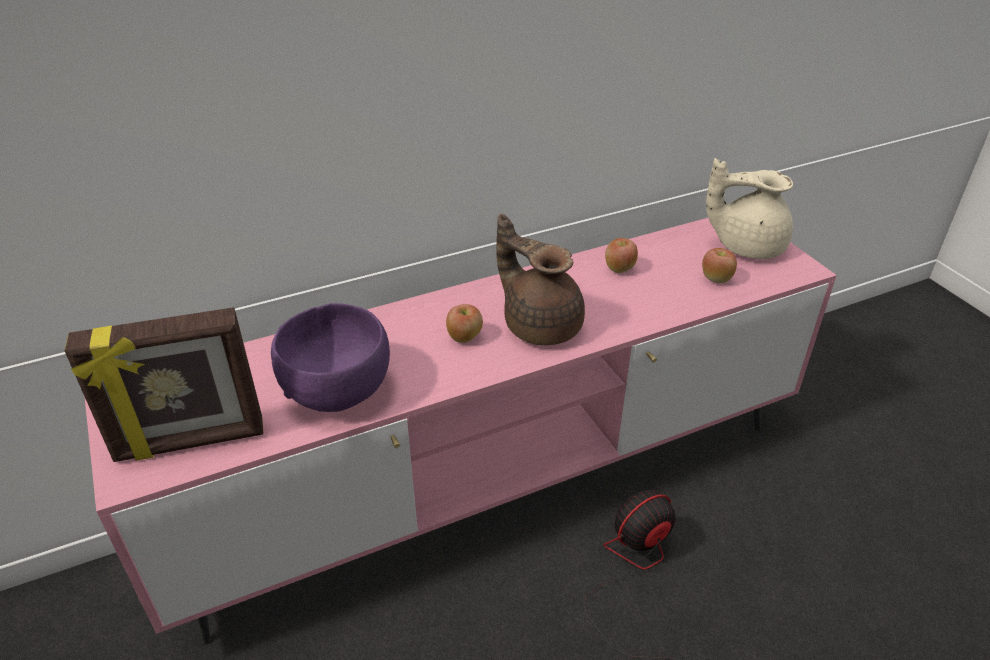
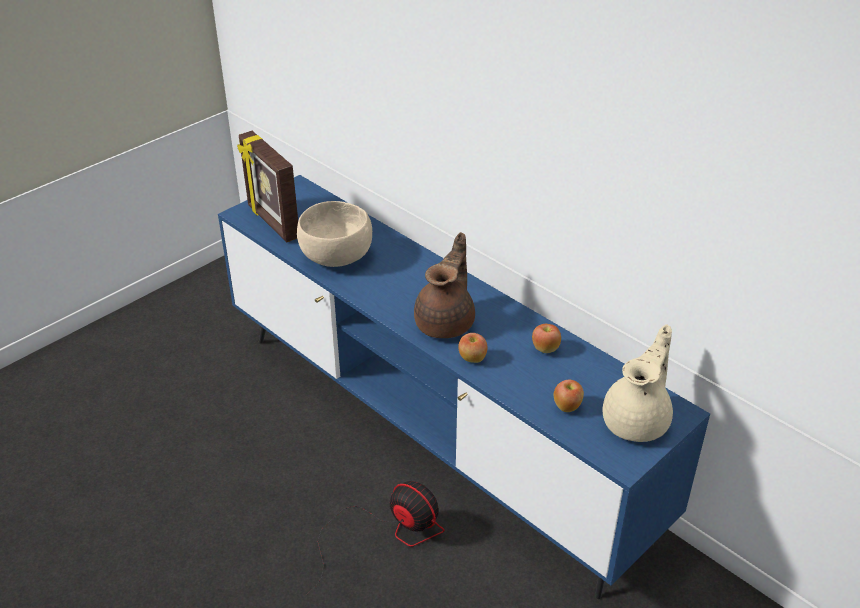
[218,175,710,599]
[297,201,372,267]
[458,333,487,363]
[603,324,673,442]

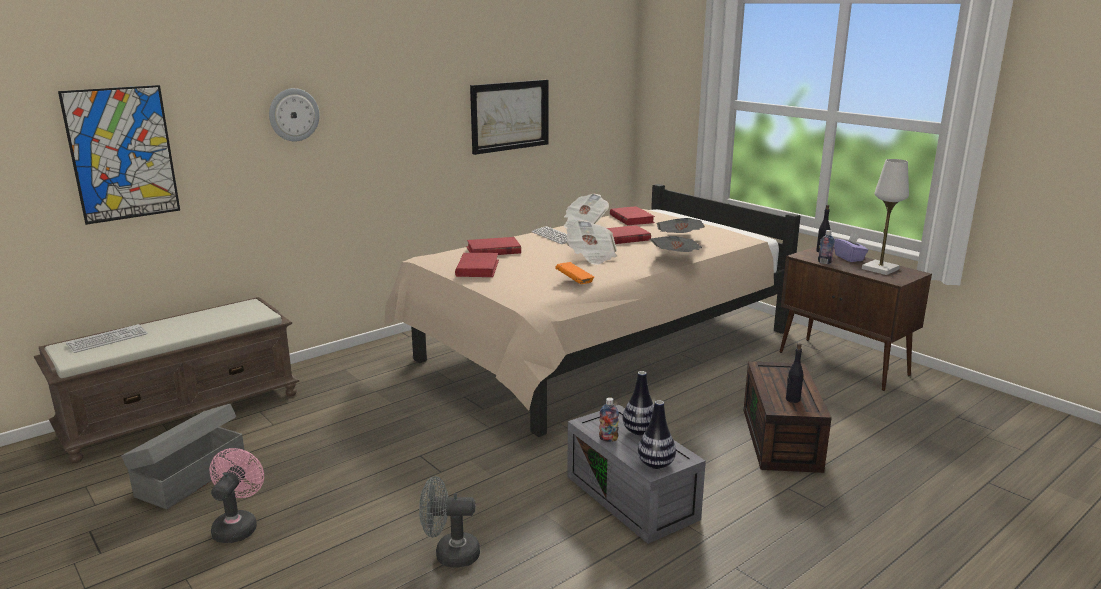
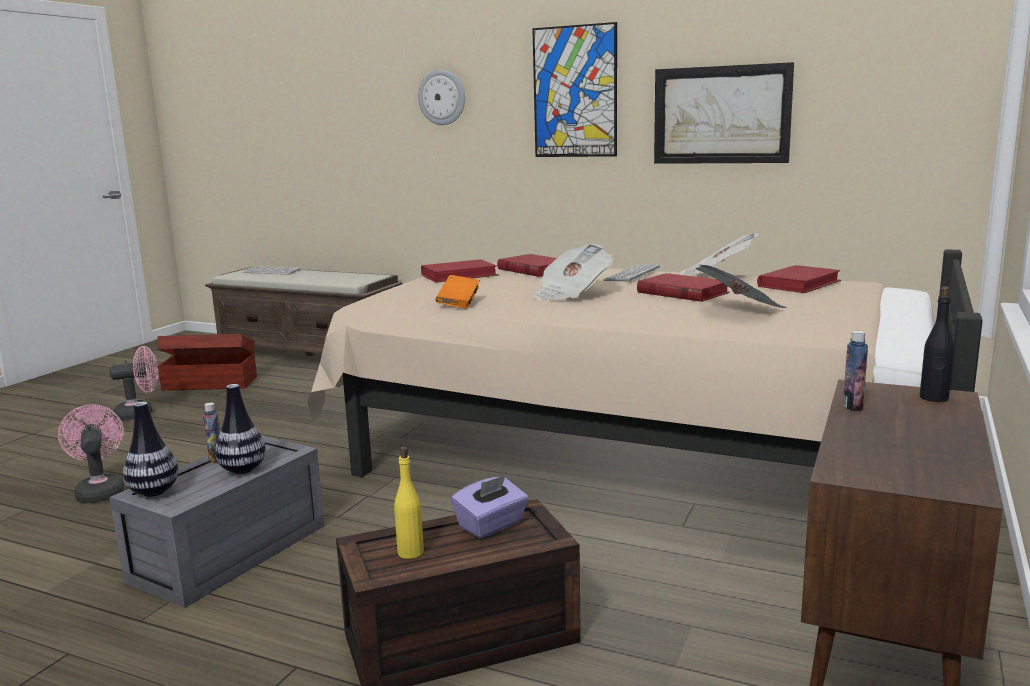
[58,404,124,503]
[157,334,257,391]
[394,447,424,559]
[451,475,529,538]
[532,22,617,157]
[649,236,702,252] (first image)
[862,159,909,275] (first image)

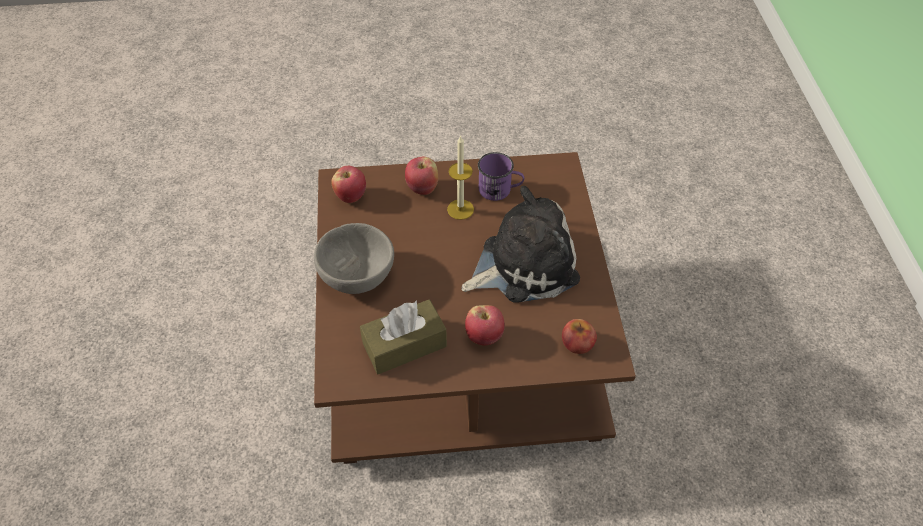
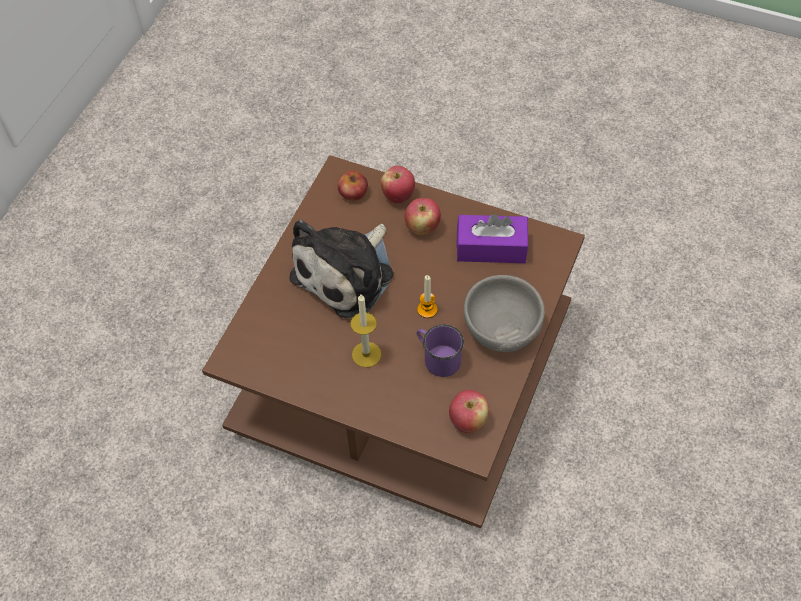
[290,220,393,318]
[381,166,415,203]
[417,275,437,318]
[417,324,464,377]
[456,214,528,263]

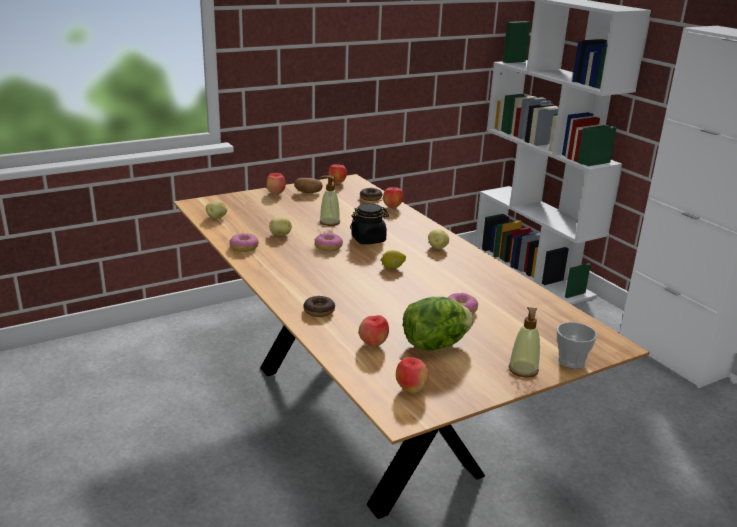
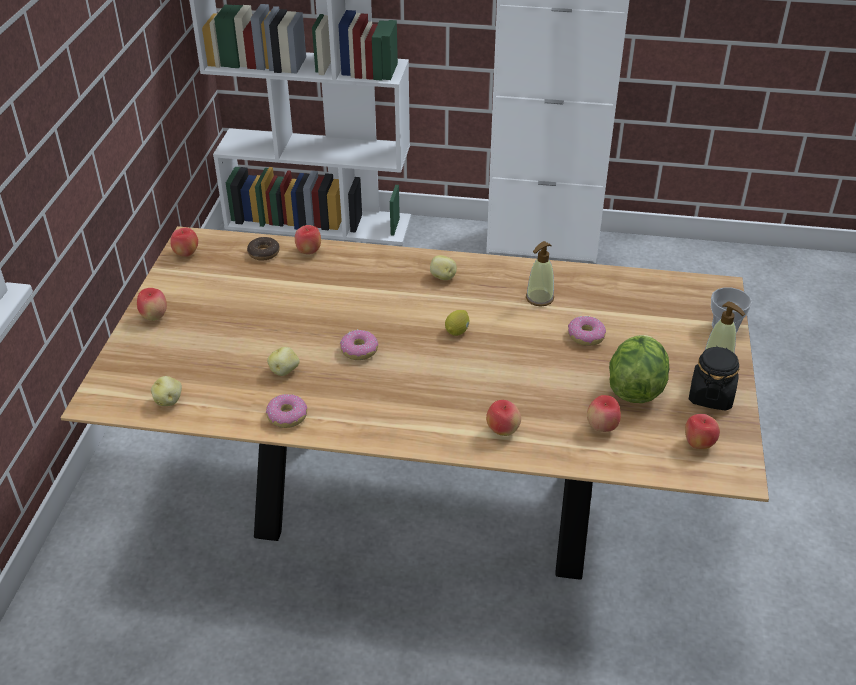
[486,400,521,436]
[526,241,554,306]
[689,346,739,411]
[294,178,323,193] (first image)

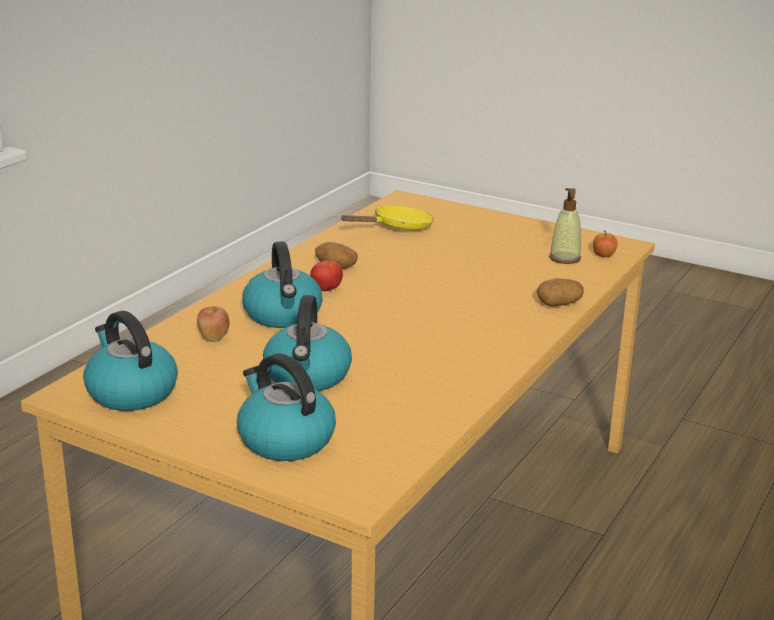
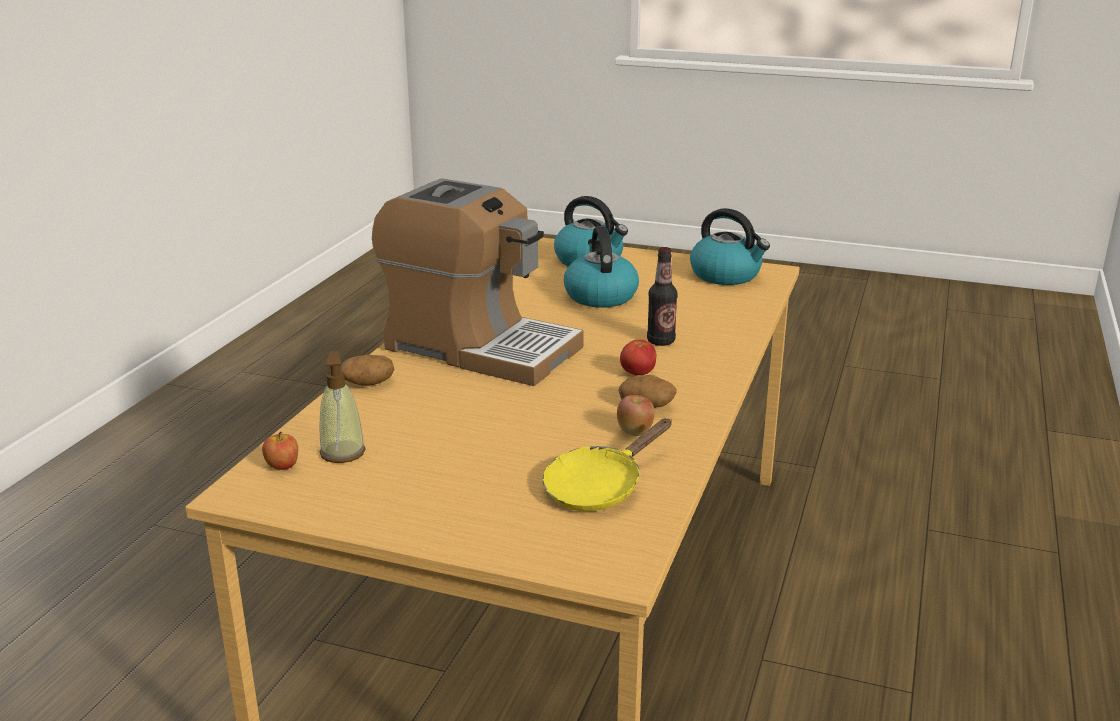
[372,178,584,386]
[617,395,655,436]
[647,247,678,346]

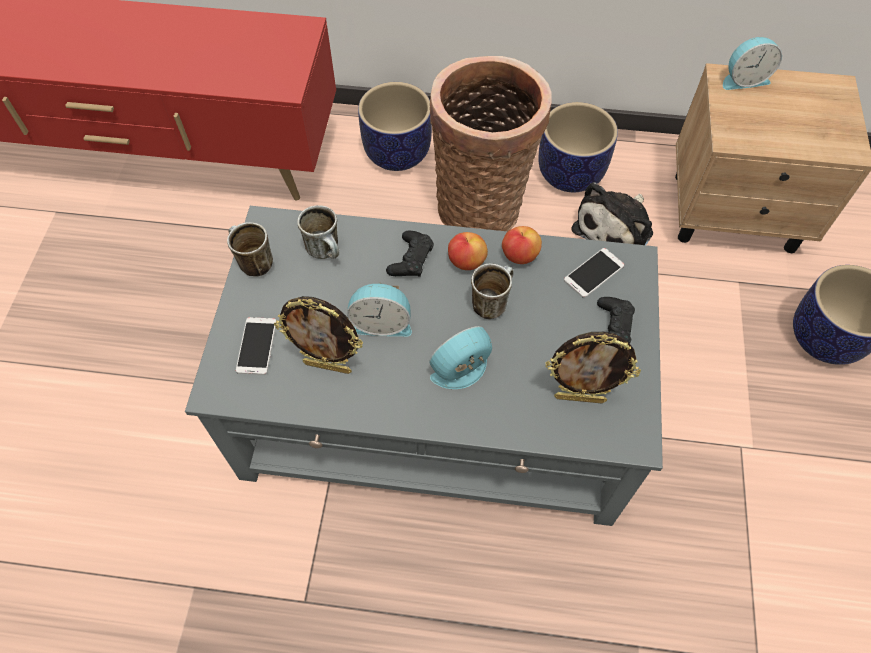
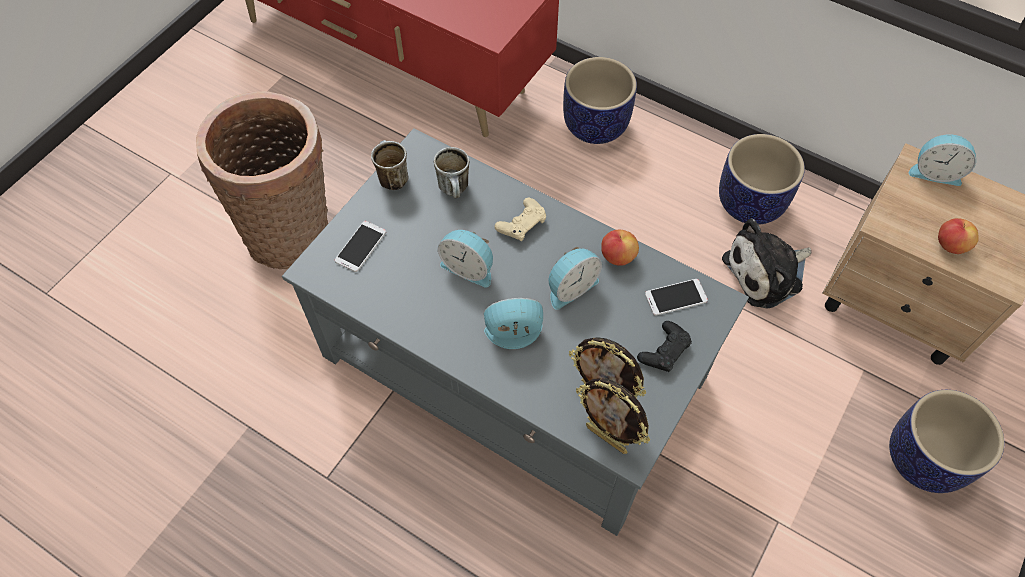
[196,91,328,269]
[495,198,546,241]
[549,247,602,310]
[576,378,650,454]
[938,218,979,254]

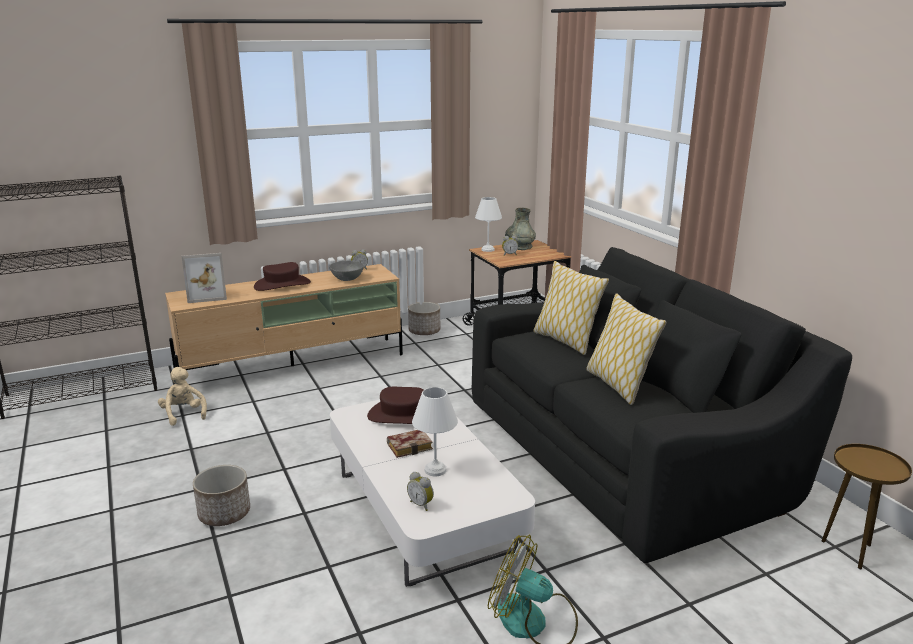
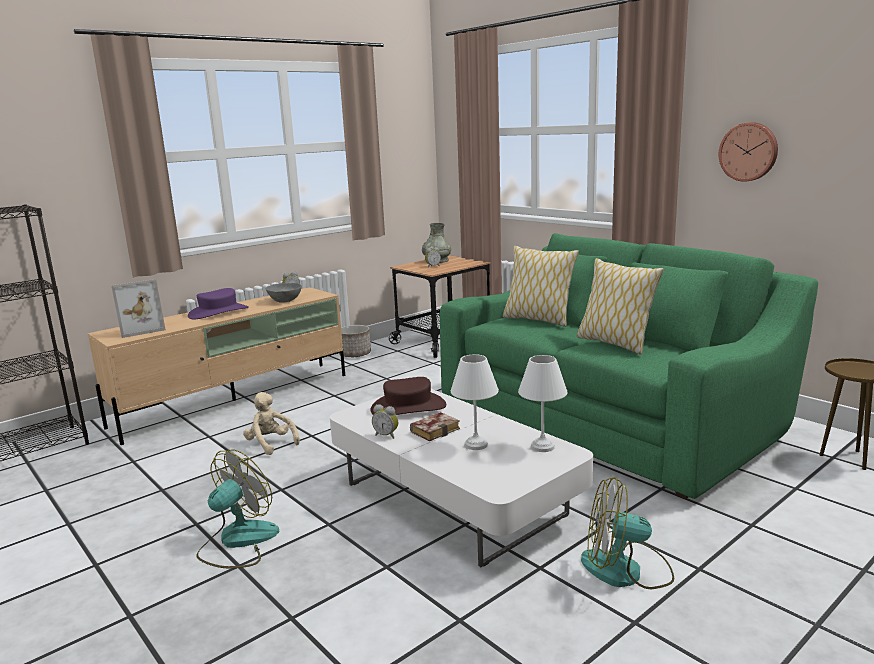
[188,288,249,319]
[197,450,279,568]
[243,392,300,455]
[372,405,398,439]
[440,233,818,499]
[518,355,568,452]
[719,122,778,182]

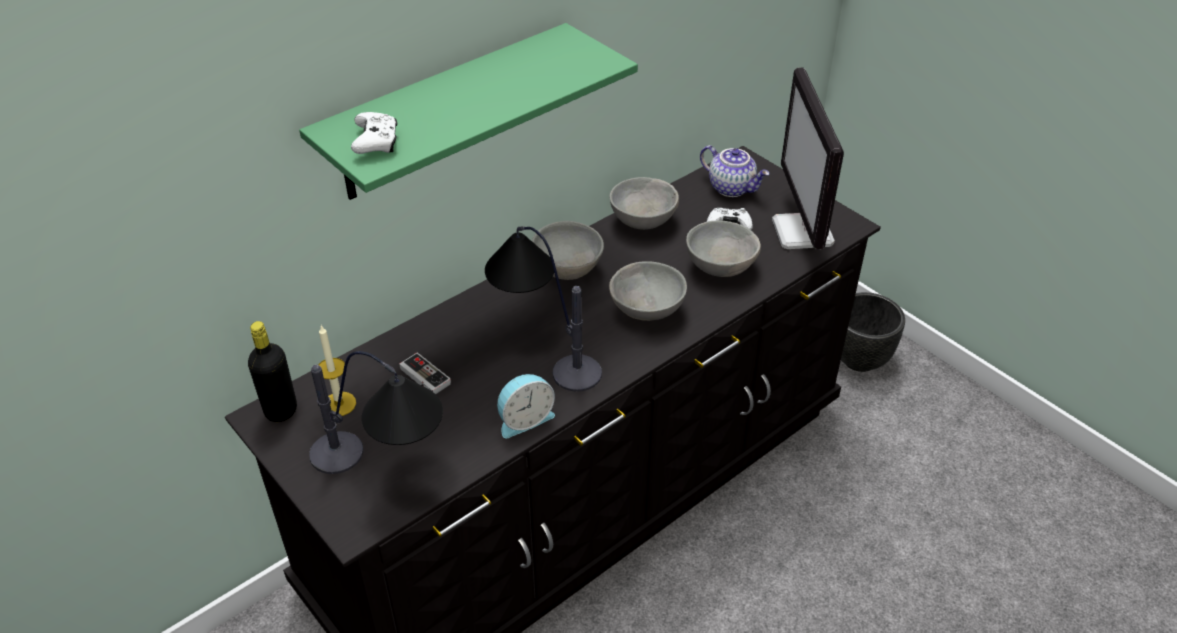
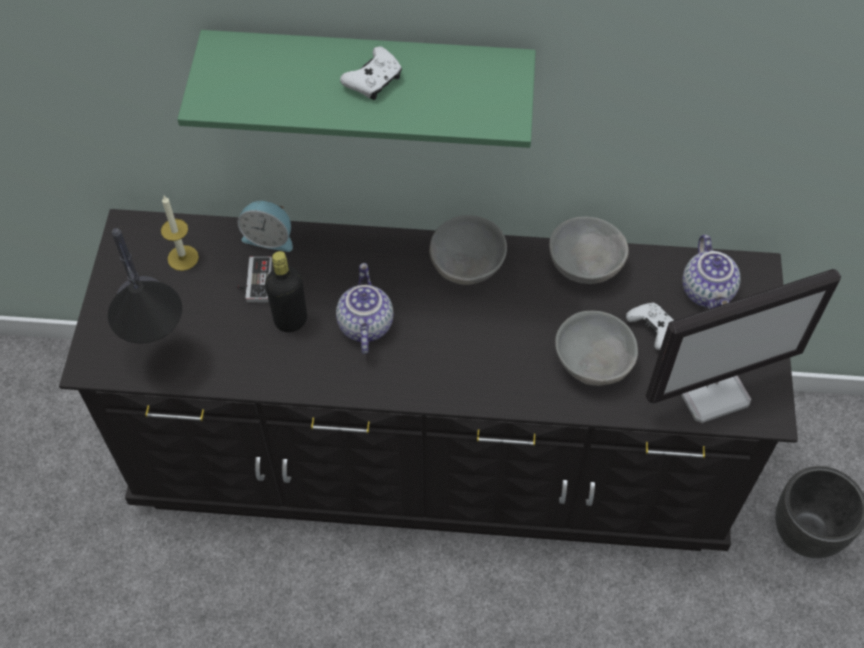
[237,201,293,252]
[265,251,307,332]
[336,263,394,354]
[340,46,402,100]
[646,269,841,423]
[609,261,687,321] (first image)

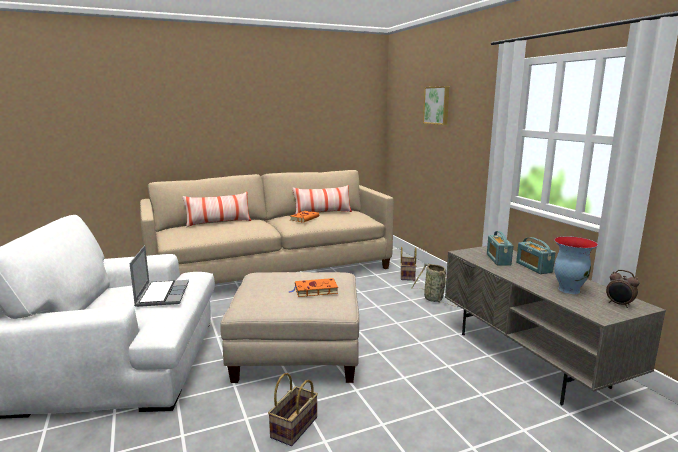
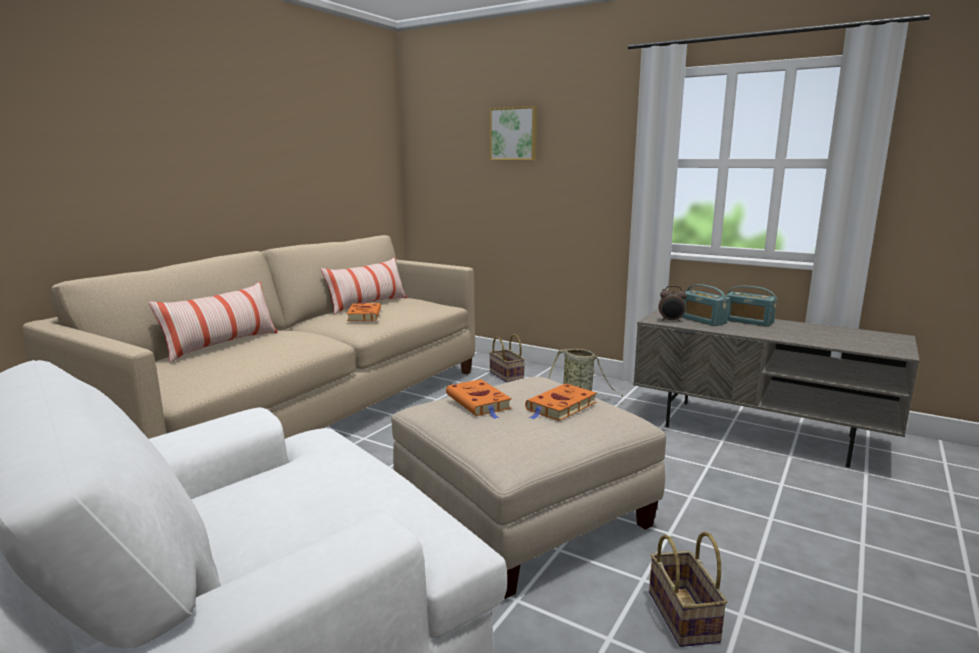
[446,379,512,419]
[659,286,687,322]
[130,245,189,307] (first image)
[554,236,598,294] (first image)

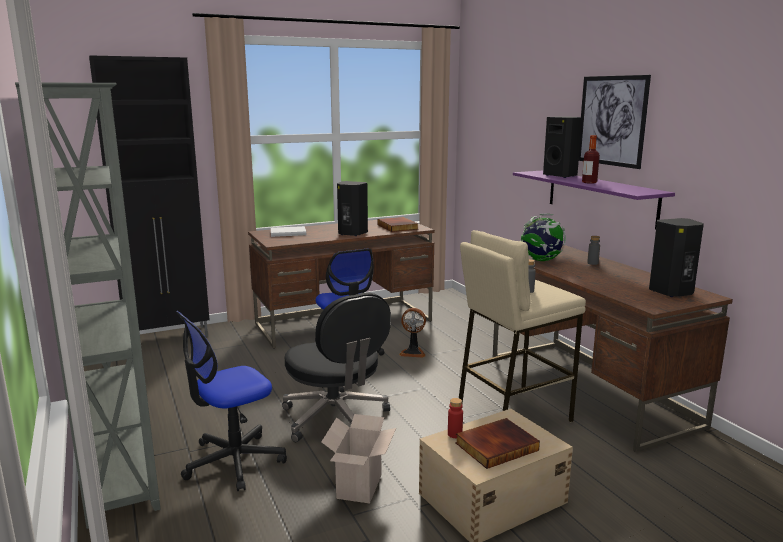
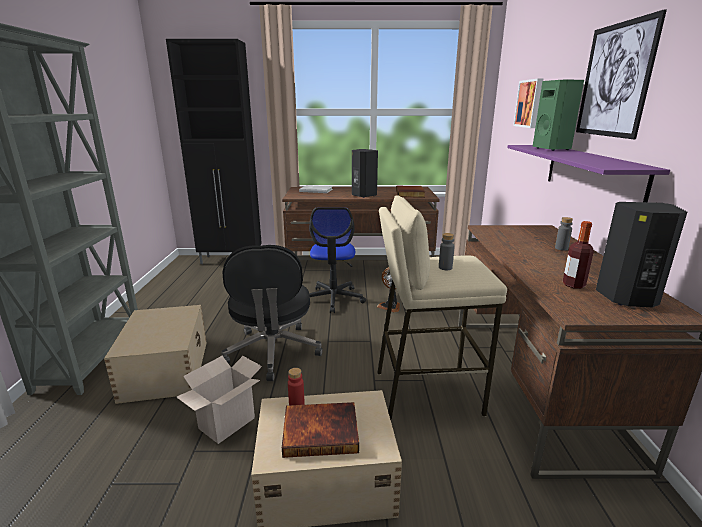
[104,305,207,404]
[513,78,544,128]
[533,80,584,151]
[563,221,594,289]
[521,214,566,261] (first image)

